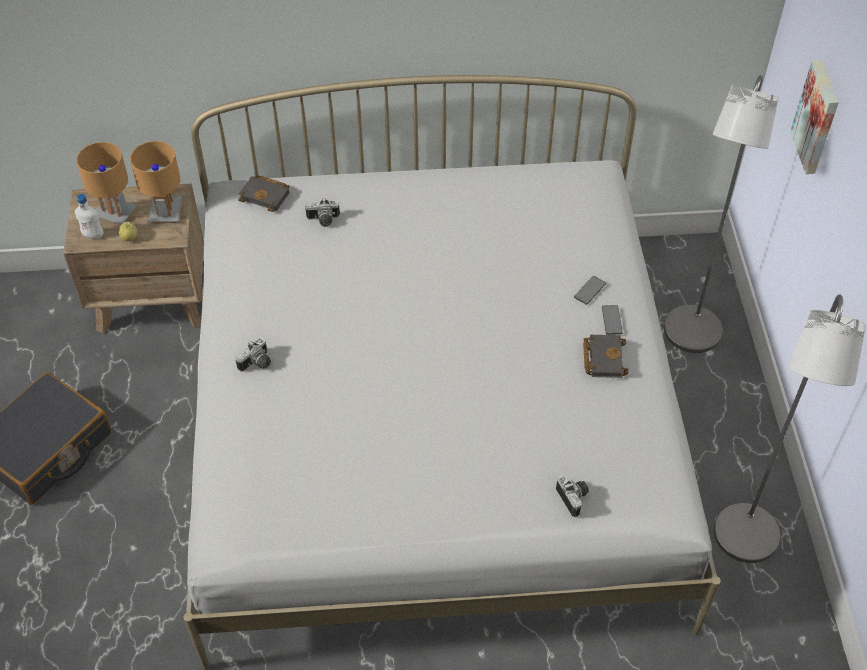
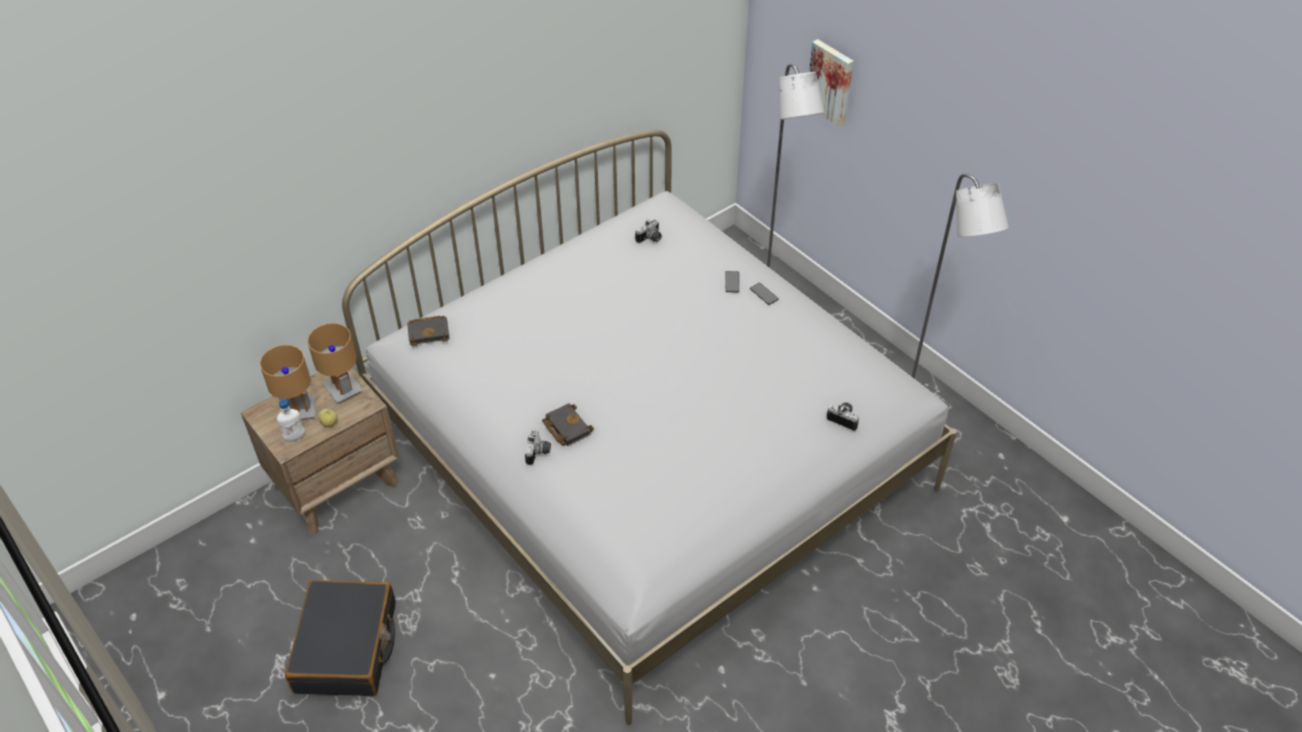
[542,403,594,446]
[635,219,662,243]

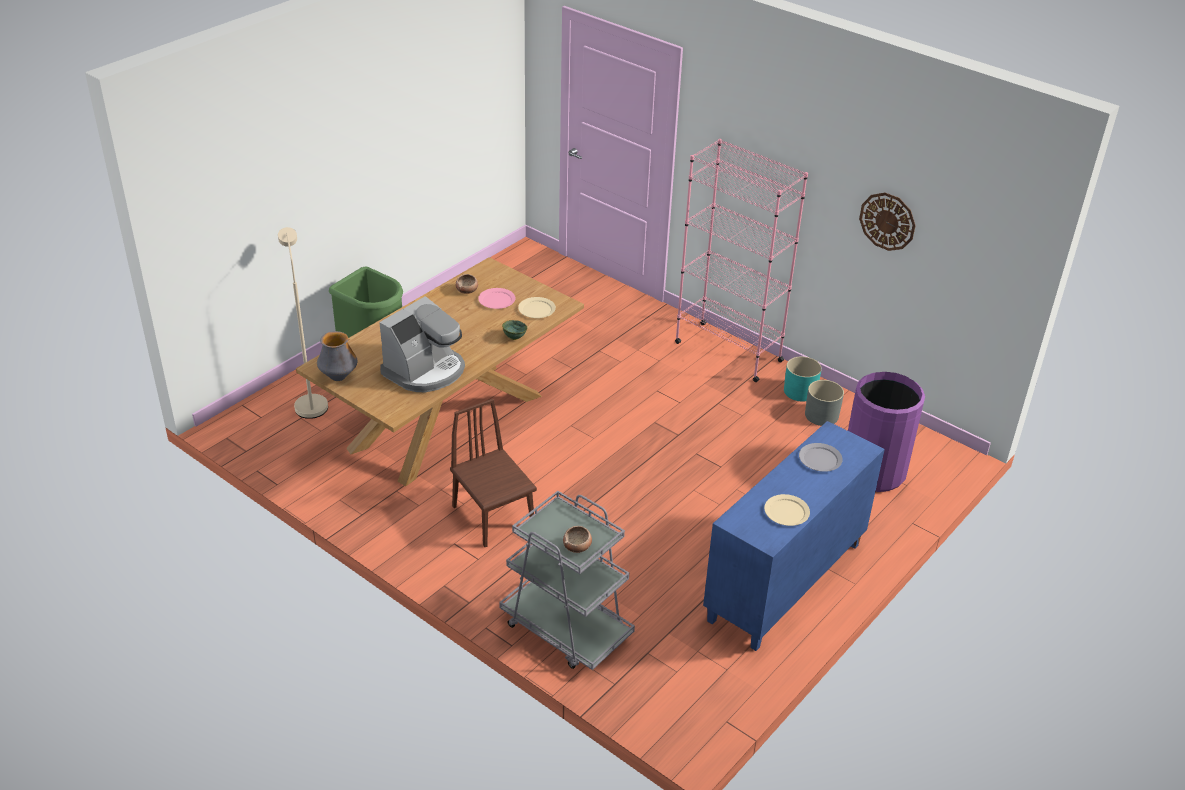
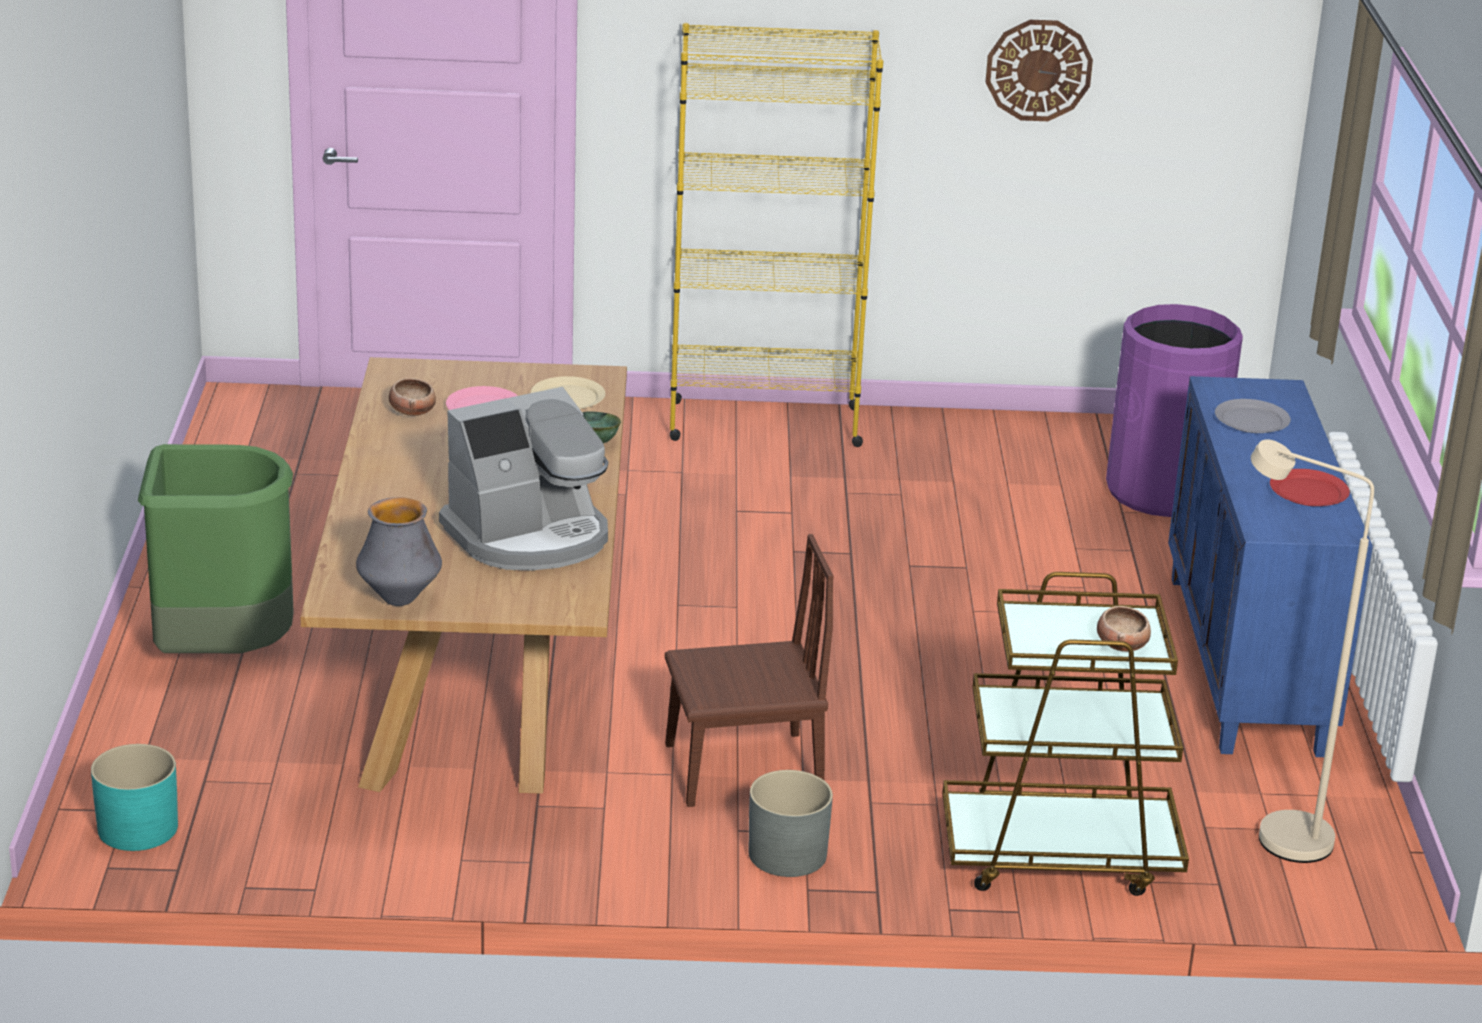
[91,744,178,851]
[439,387,608,570]
[665,534,834,807]
[670,23,883,447]
[748,770,833,877]
[942,572,1189,896]
[1251,439,1374,863]
[1270,469,1350,506]

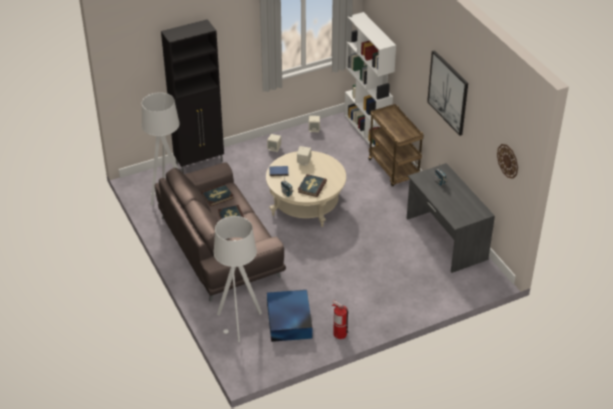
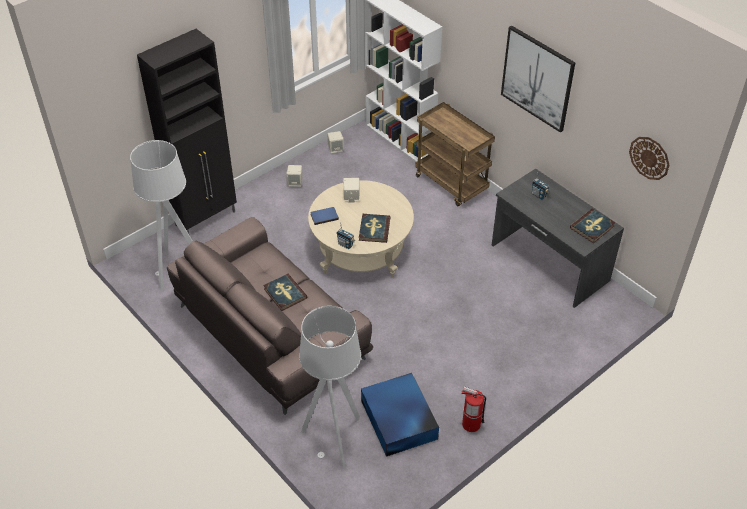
[570,208,615,243]

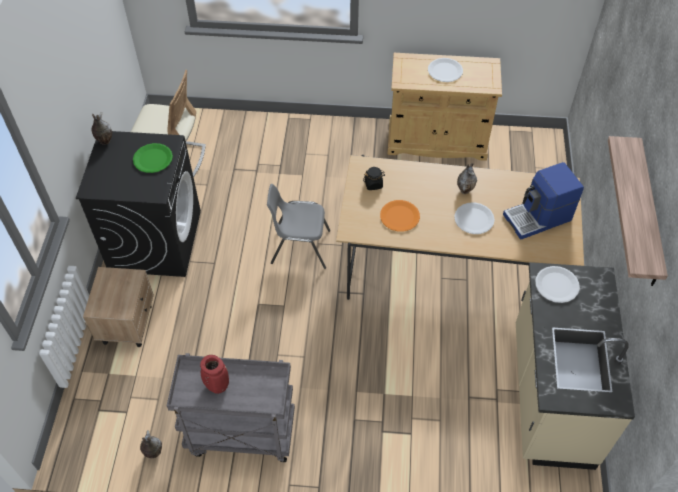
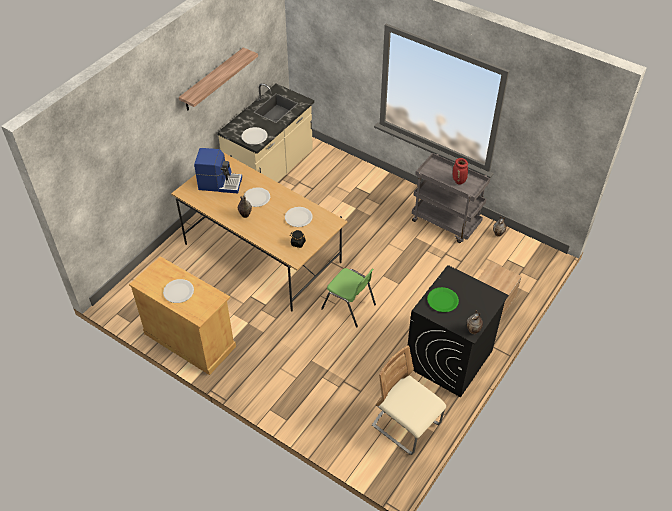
[285,207,313,227]
[321,268,376,327]

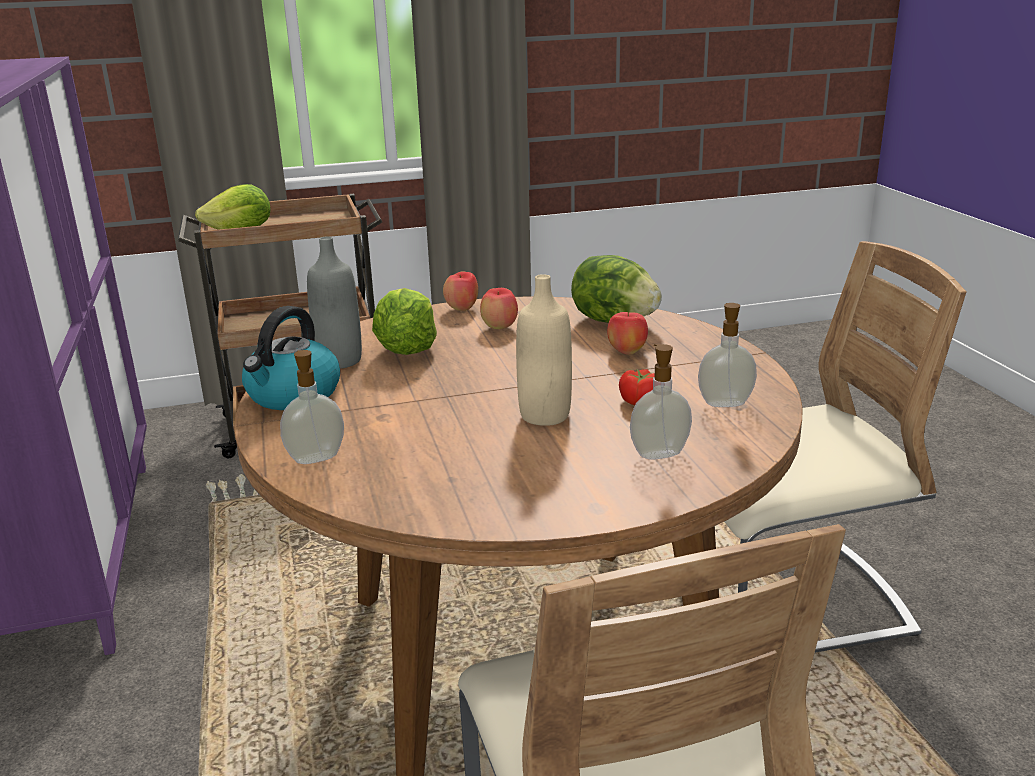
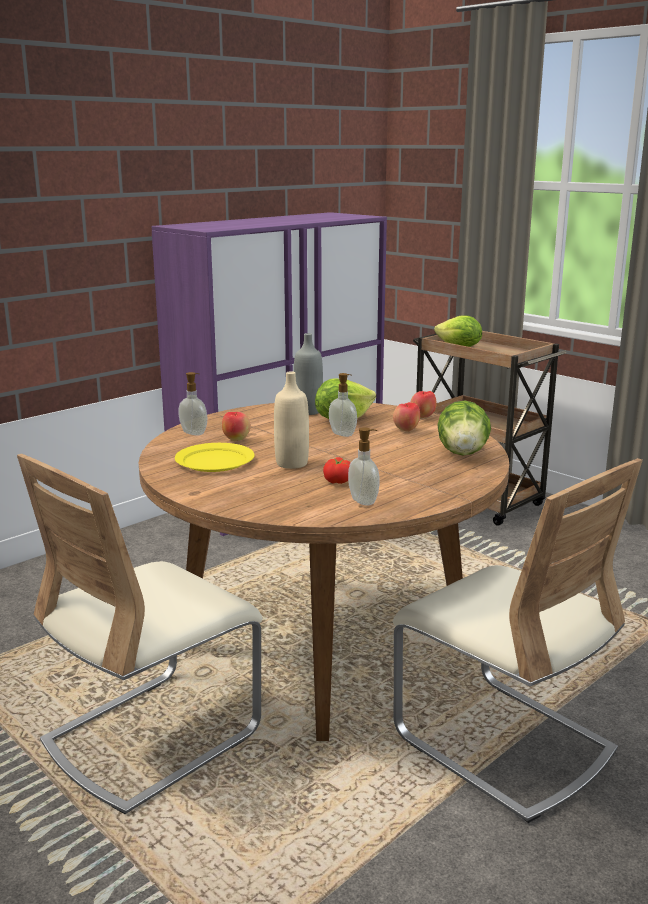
[175,443,255,472]
[222,412,251,441]
[329,373,357,437]
[242,306,340,410] (first image)

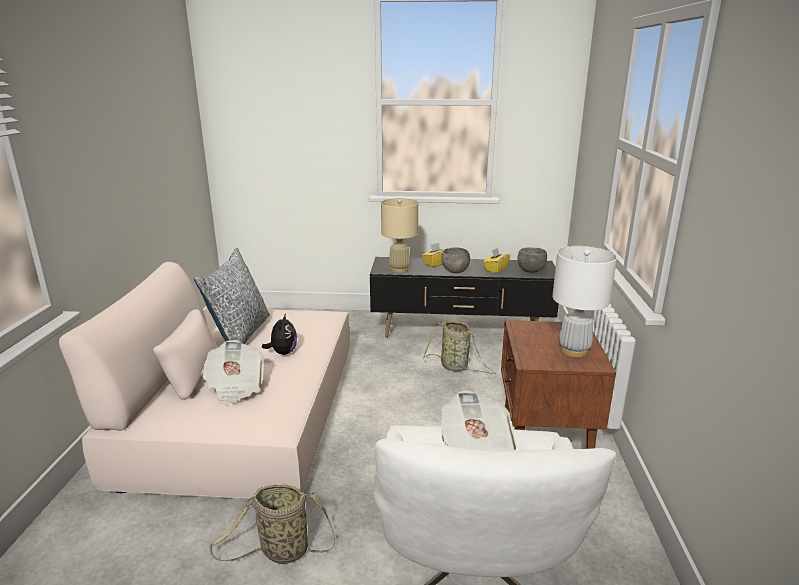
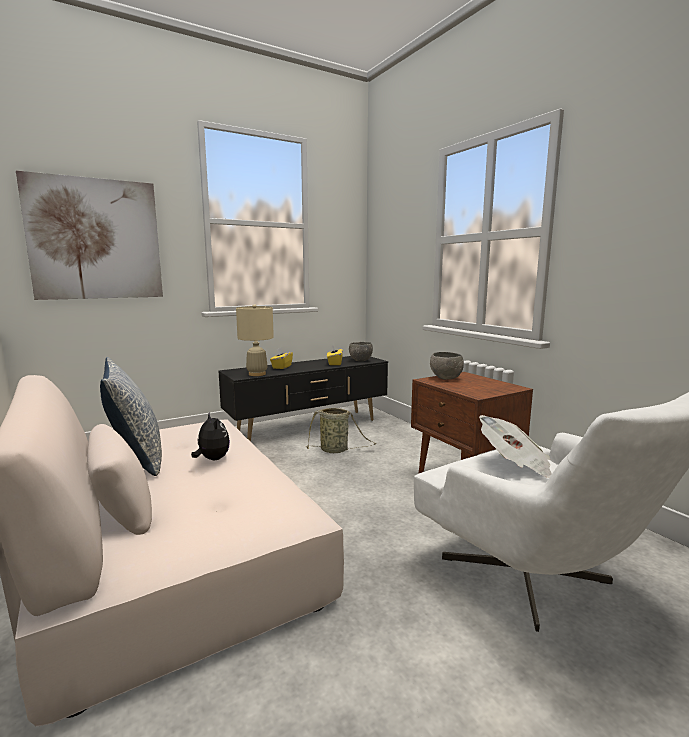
[16,171,163,300]
[430,352,464,380]
[201,340,265,405] (first image)
[209,484,335,564] (first image)
[552,246,617,357] (first image)

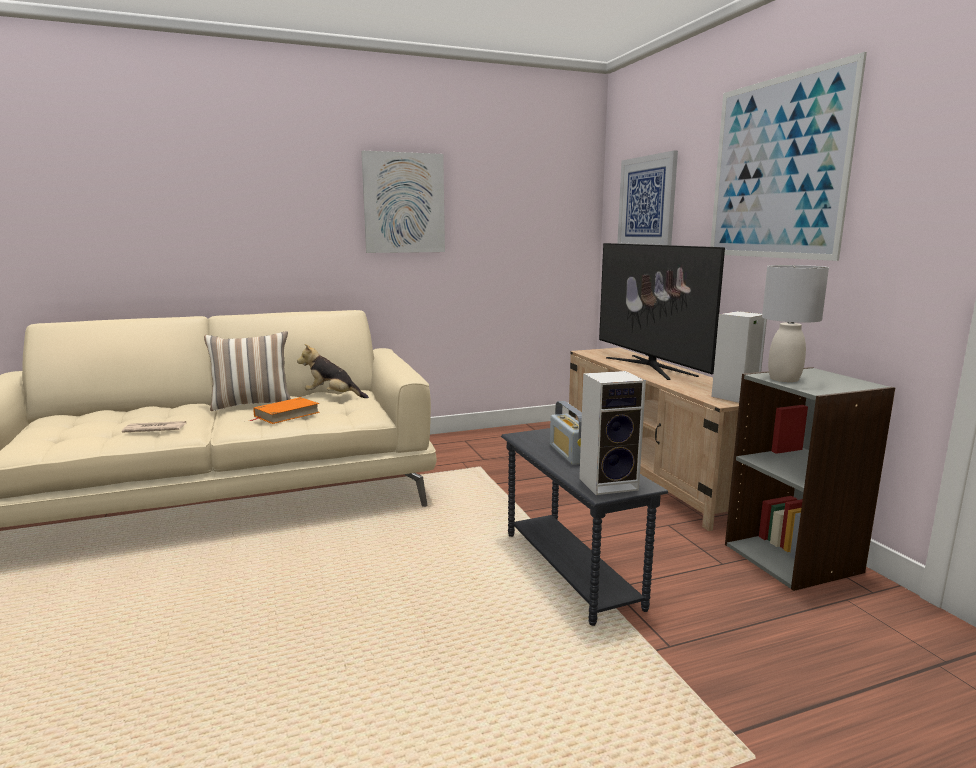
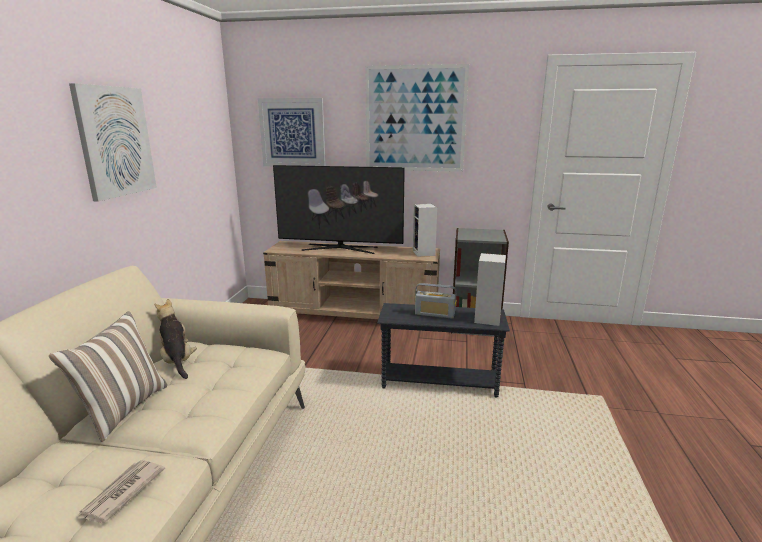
[154,299,197,379]
[249,397,320,424] (first image)
[762,265,829,382] (first image)

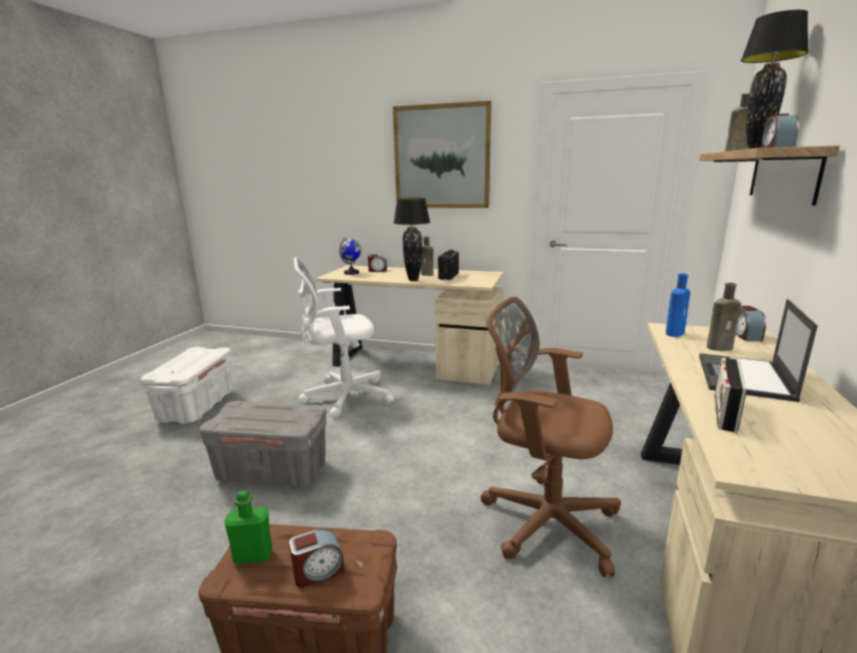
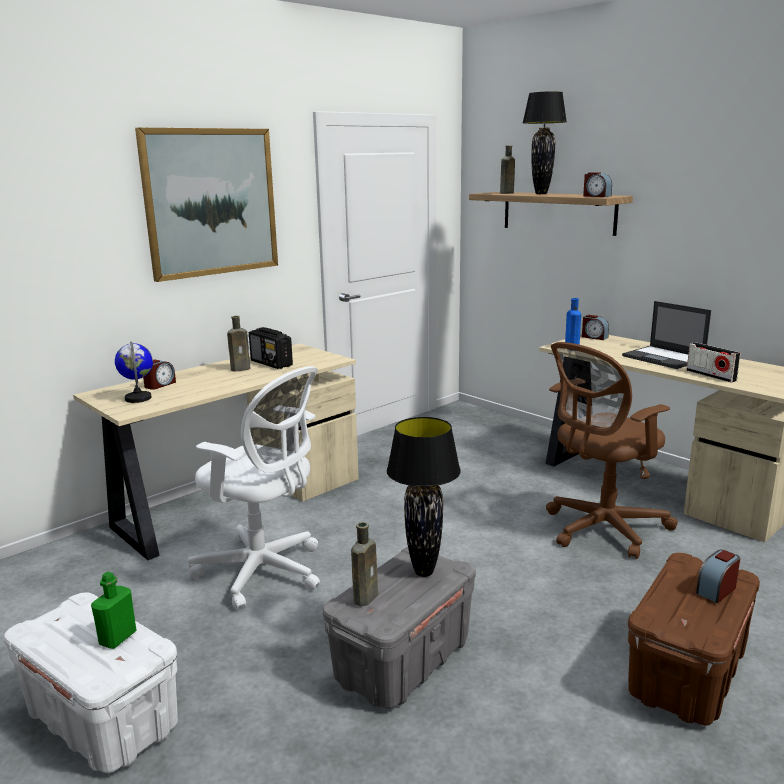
[91,572,137,649]
[188,366,320,610]
[351,522,378,606]
[387,417,461,577]
[696,549,740,603]

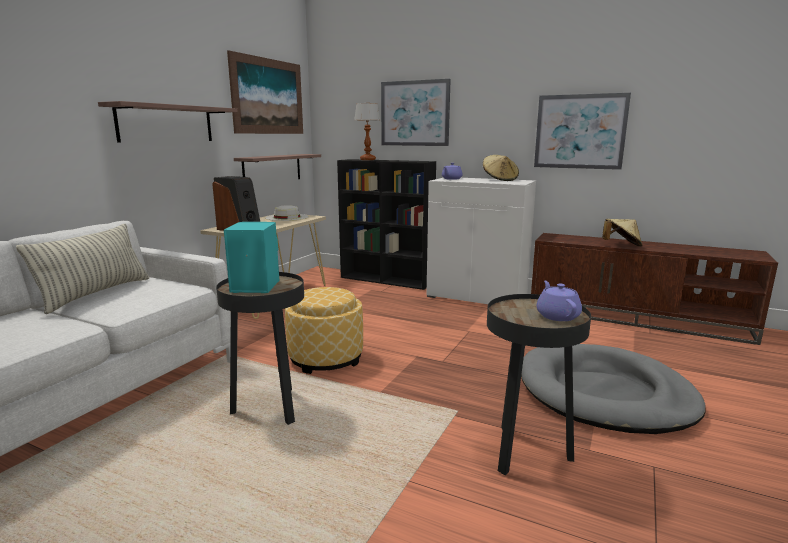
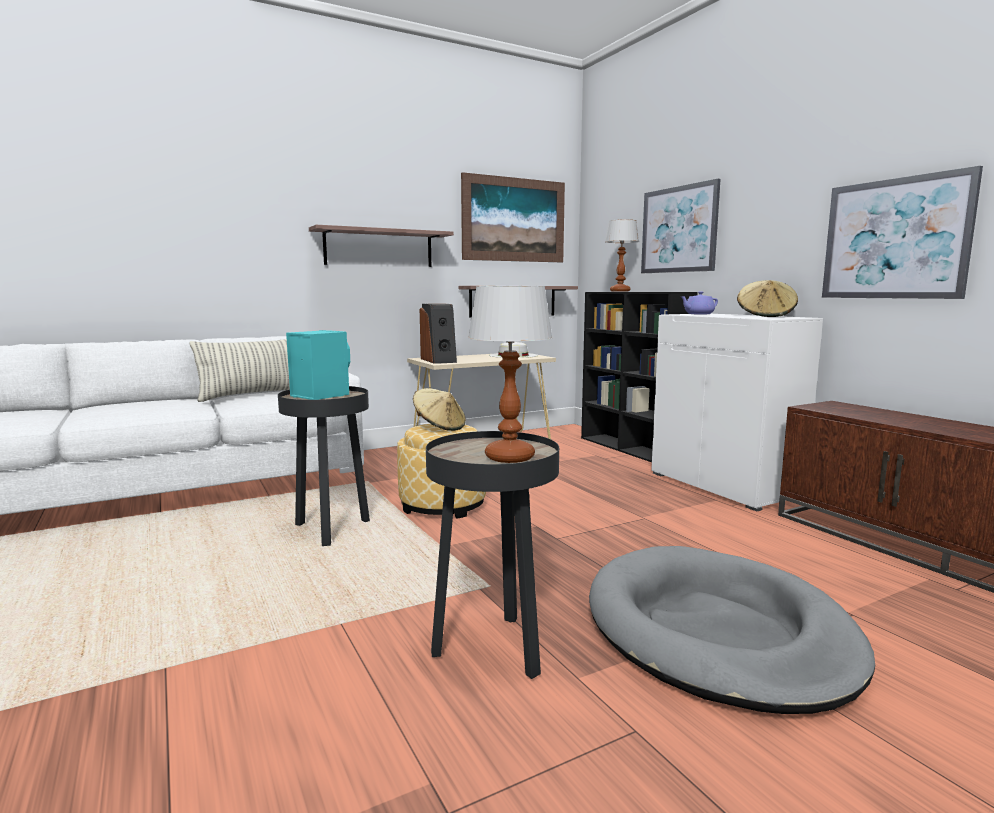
[413,388,466,431]
[468,286,553,463]

